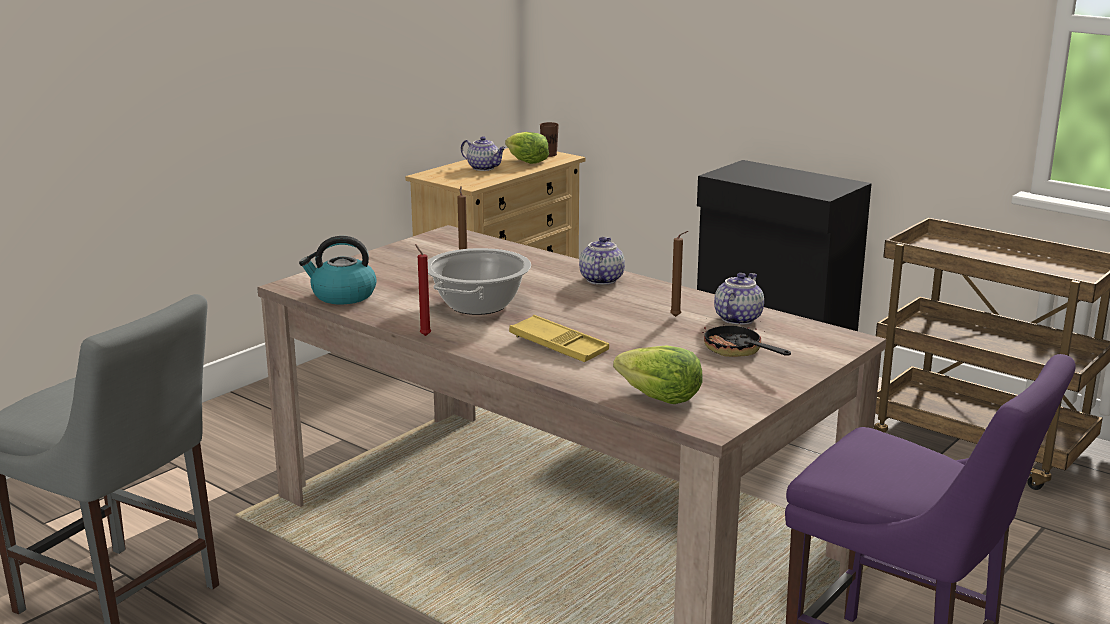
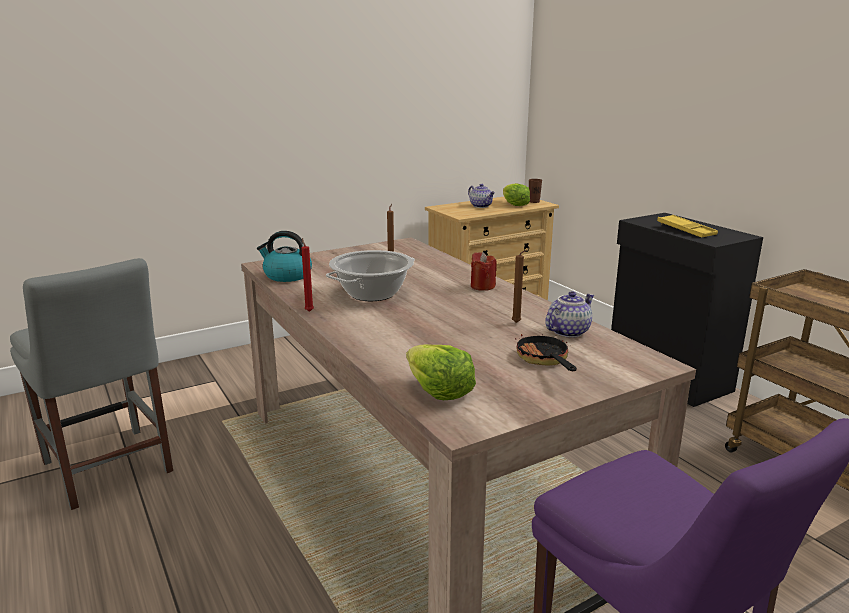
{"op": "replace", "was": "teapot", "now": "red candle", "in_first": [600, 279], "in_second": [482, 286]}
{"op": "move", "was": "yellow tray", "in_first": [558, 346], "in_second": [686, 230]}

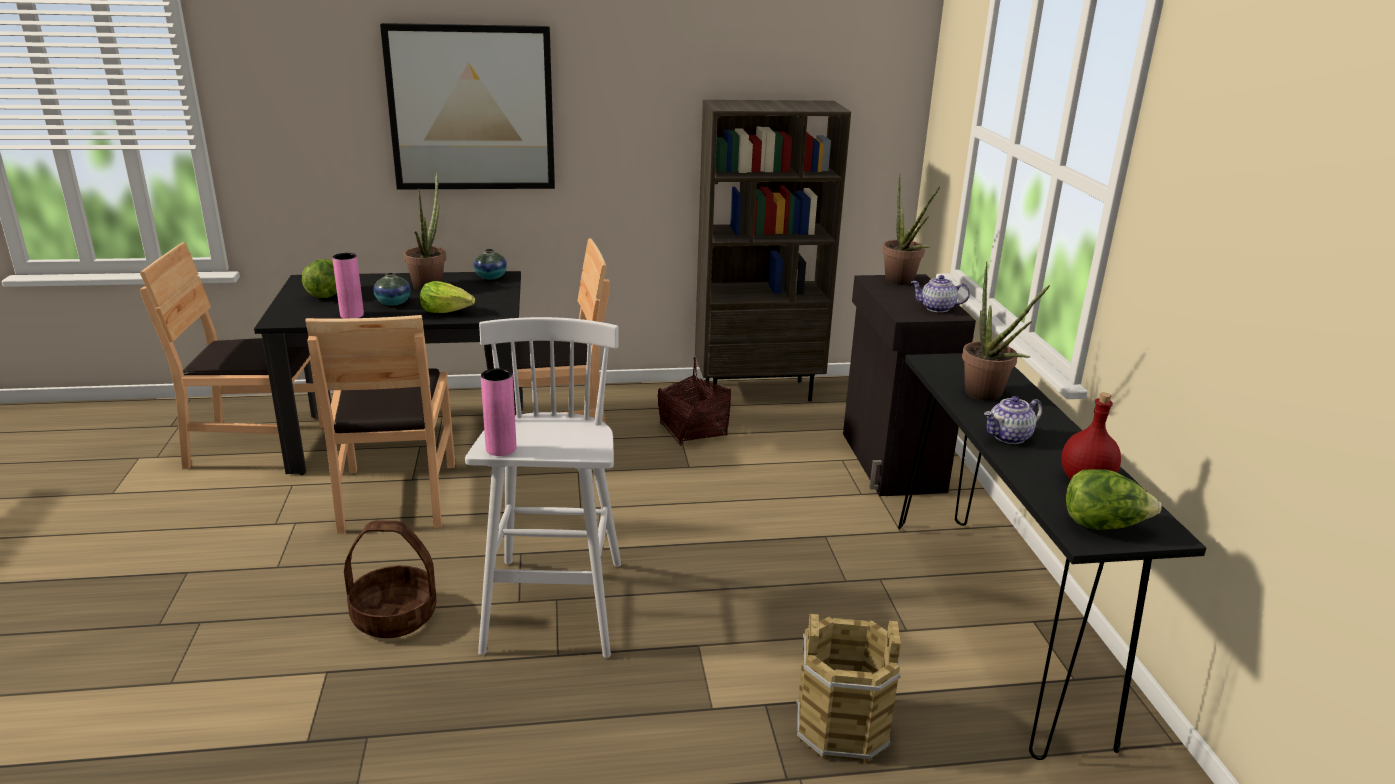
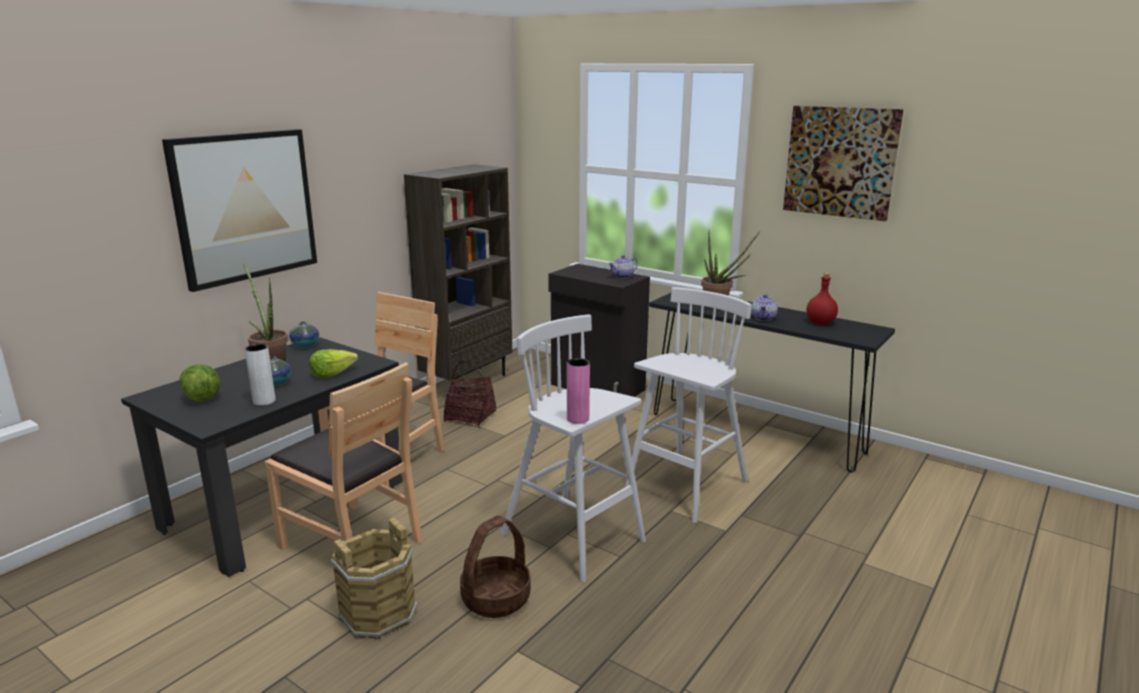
{"op": "recolor", "was": "pink vase", "now": "white vase", "in_first": [352, 315], "in_second": [264, 401]}
{"op": "move", "was": "brown bucket", "in_first": [842, 728], "in_second": [378, 614]}
{"op": "insert", "now": "white stool", "in_second": [685, 488]}
{"op": "insert", "now": "picture", "in_second": [840, 162]}
{"op": "delete", "was": "brown chair", "in_first": [259, 447]}
{"op": "delete", "was": "potted plant", "in_first": [902, 282]}
{"op": "delete", "was": "lettuce", "in_first": [1103, 525]}

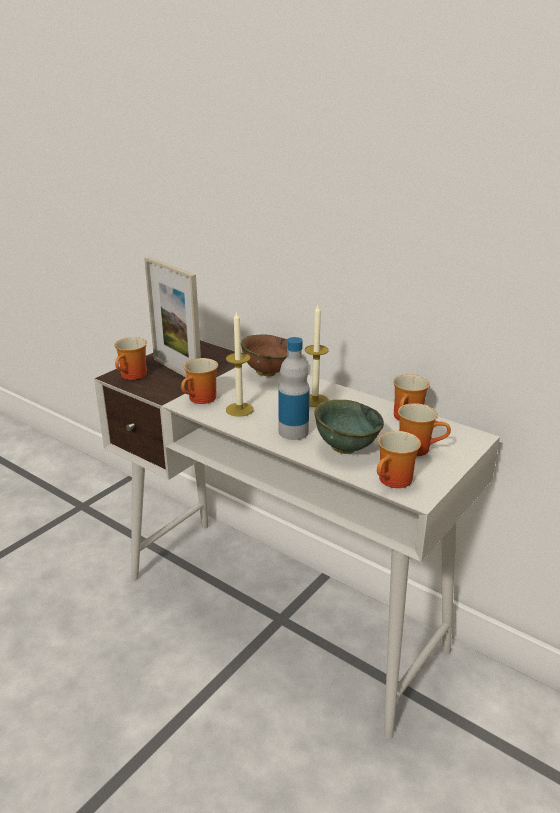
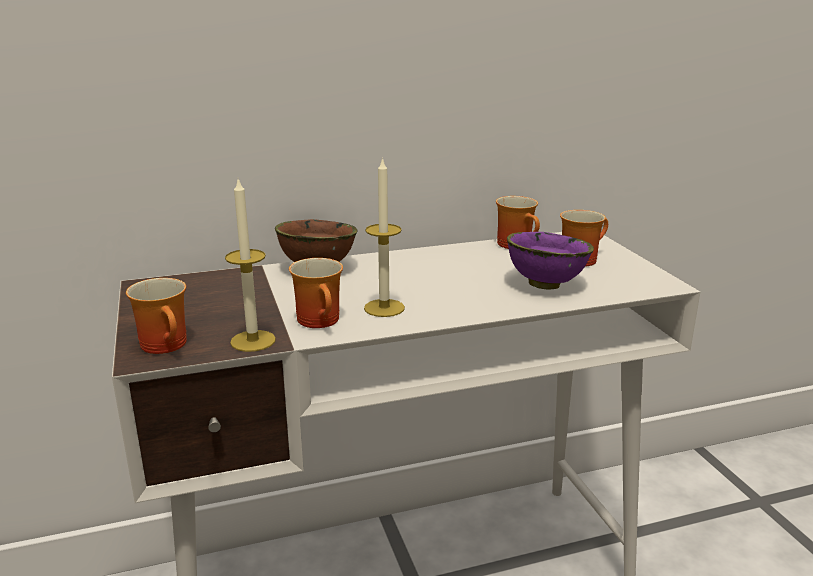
{"op": "move", "was": "candle", "in_first": [315, 400], "in_second": [253, 341]}
{"op": "recolor", "was": "green bowl", "now": "purple bowl", "in_first": [345, 447], "in_second": [544, 285]}
{"op": "delete", "was": "picture frame", "in_first": [177, 370]}
{"op": "delete", "was": "bottle", "in_first": [293, 432]}
{"op": "delete", "was": "mug", "in_first": [395, 482]}

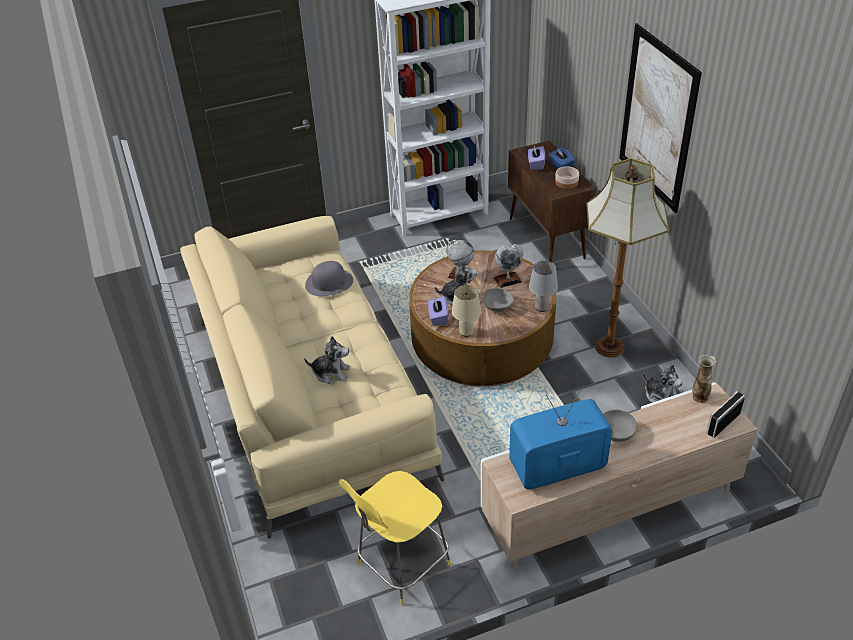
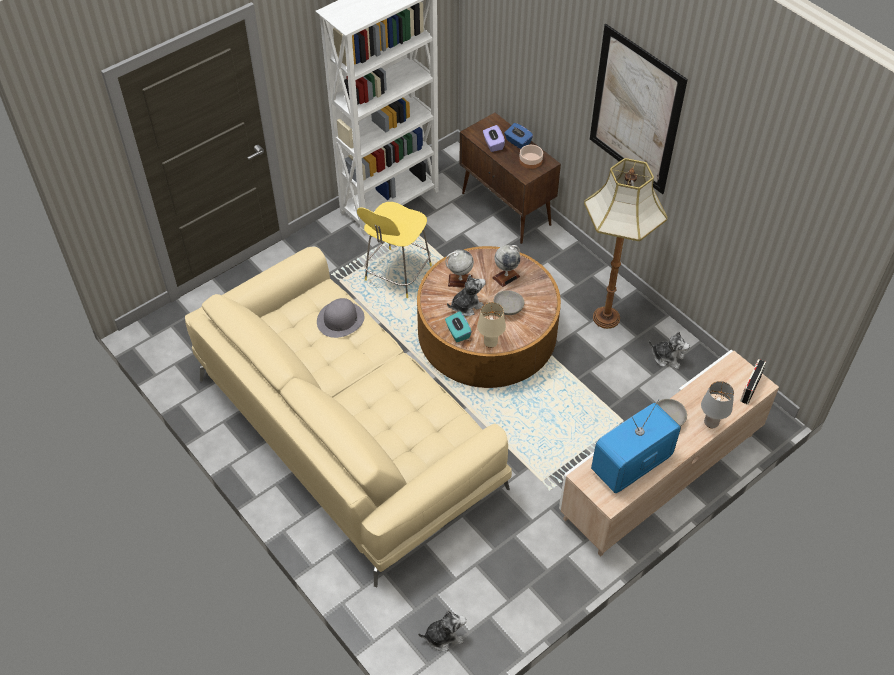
{"op": "move", "was": "yellow stool", "in_first": [401, 566], "in_second": [397, 275]}
{"op": "move", "was": "plush toy", "in_first": [331, 373], "in_second": [443, 636]}
{"op": "recolor", "was": "purple tissue box", "now": "turquoise tissue box", "in_first": [438, 317], "in_second": [457, 333]}
{"op": "move", "was": "grey table lamp", "in_first": [541, 307], "in_second": [710, 423]}
{"op": "delete", "was": "vase", "in_first": [699, 397]}

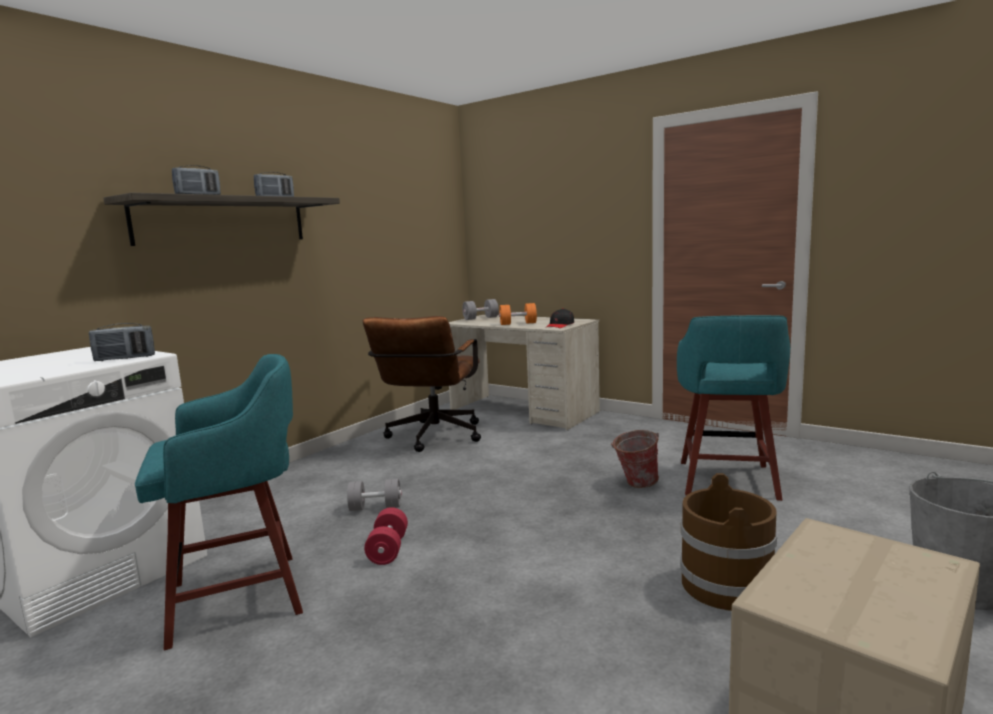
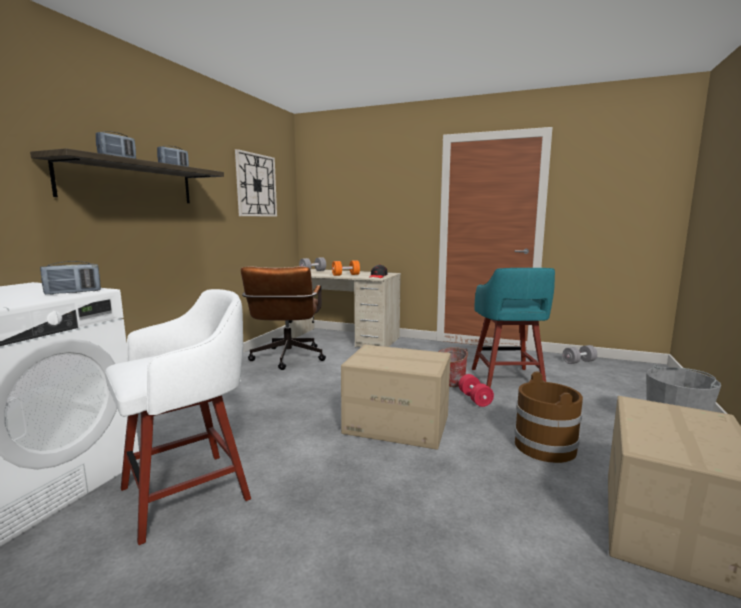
{"op": "recolor", "was": "turquoise stool", "now": "white stool", "in_first": [242, 597], "in_second": [190, 492]}
{"op": "insert", "now": "wall clock", "in_second": [256, 185]}
{"op": "insert", "now": "cardboard box", "in_second": [397, 424]}
{"op": "move", "was": "red dumbbell", "in_first": [388, 550], "in_second": [475, 399]}
{"op": "move", "was": "grey dumbbell", "in_first": [375, 507], "in_second": [579, 362]}

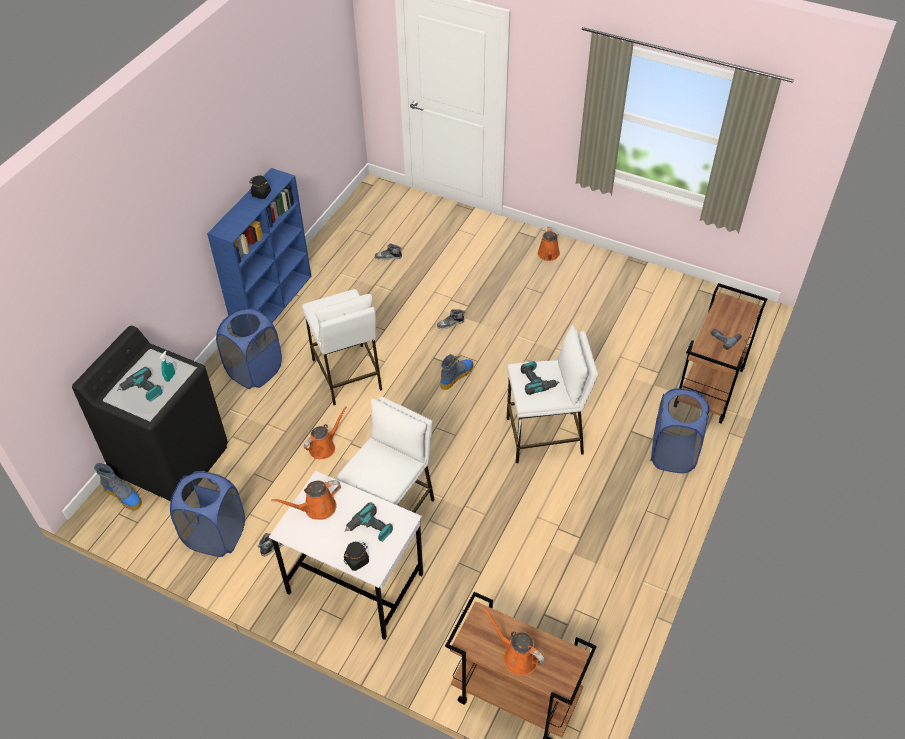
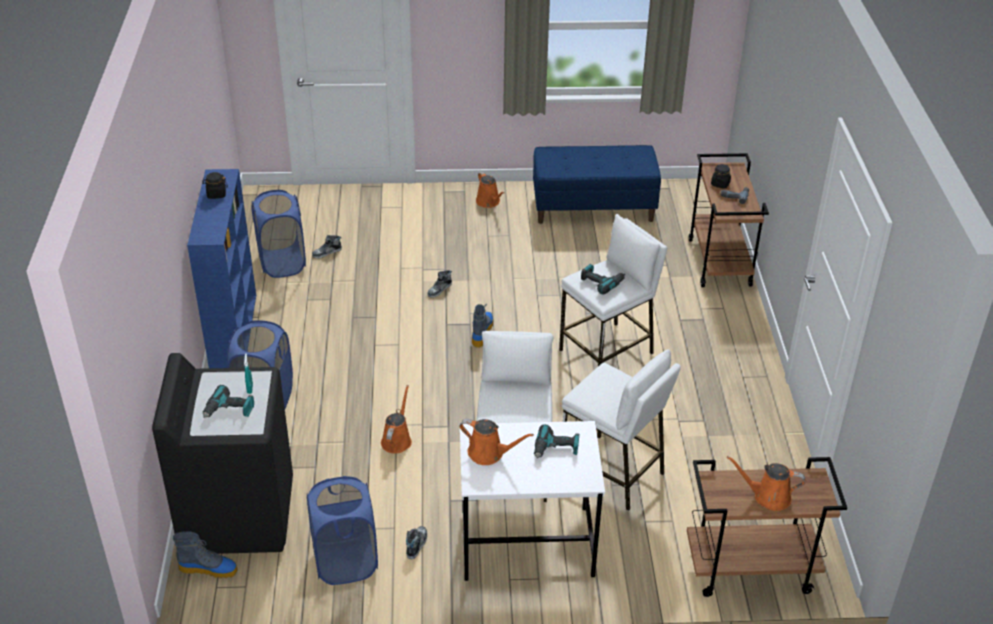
{"op": "move", "was": "blue laundry basket", "in_first": [673, 453], "in_second": [282, 263]}
{"op": "rotate", "was": "orange watering can", "in_first": [316, 508], "in_second": [489, 453], "clockwise": -105}
{"op": "insert", "now": "blue bench", "in_second": [594, 208]}
{"op": "move", "was": "white stool", "in_first": [347, 375], "in_second": [612, 473]}
{"op": "move", "was": "black jar", "in_first": [357, 560], "in_second": [720, 184]}

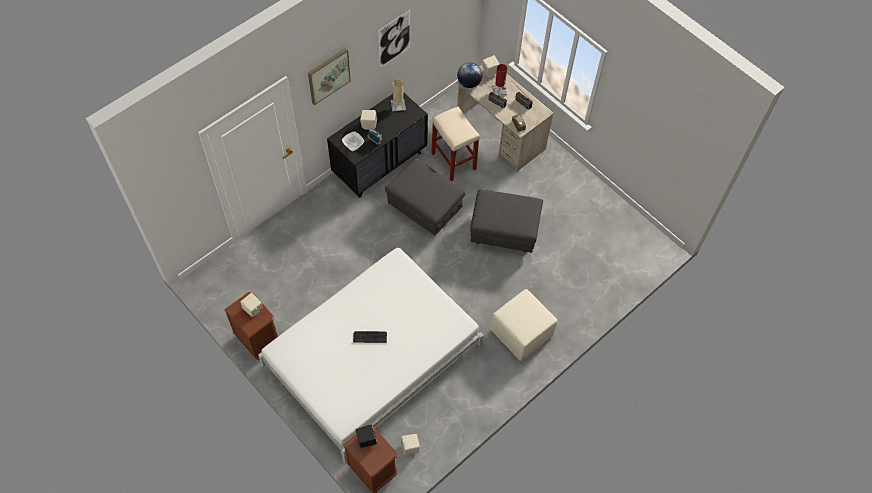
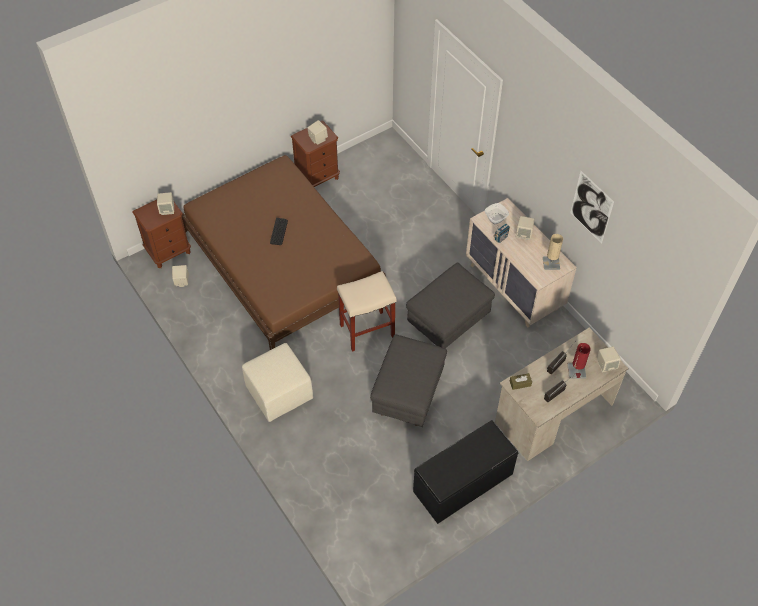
{"op": "recolor", "was": "black speaker", "now": "beige speaker", "in_first": [366, 440], "in_second": [167, 210]}
{"op": "recolor", "was": "white bed", "now": "brown bed", "in_first": [372, 355], "in_second": [282, 261]}
{"op": "move", "was": "beige stool", "in_first": [453, 161], "in_second": [367, 330]}
{"op": "insert", "now": "black bench", "in_second": [463, 483]}
{"op": "recolor", "was": "black dresser", "now": "beige dresser", "in_first": [380, 164], "in_second": [514, 287]}
{"op": "delete", "was": "picture", "in_first": [328, 76]}
{"op": "delete", "was": "globe", "in_first": [469, 83]}

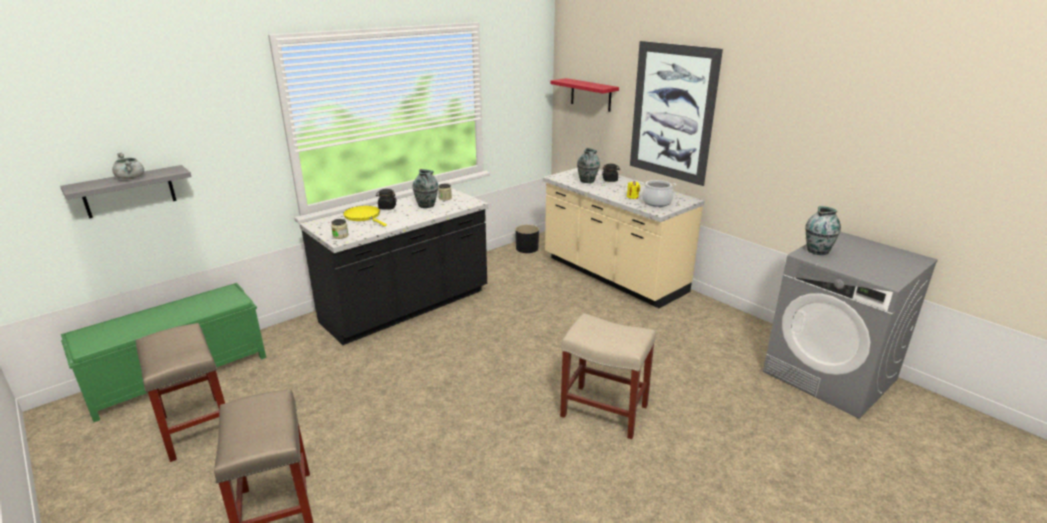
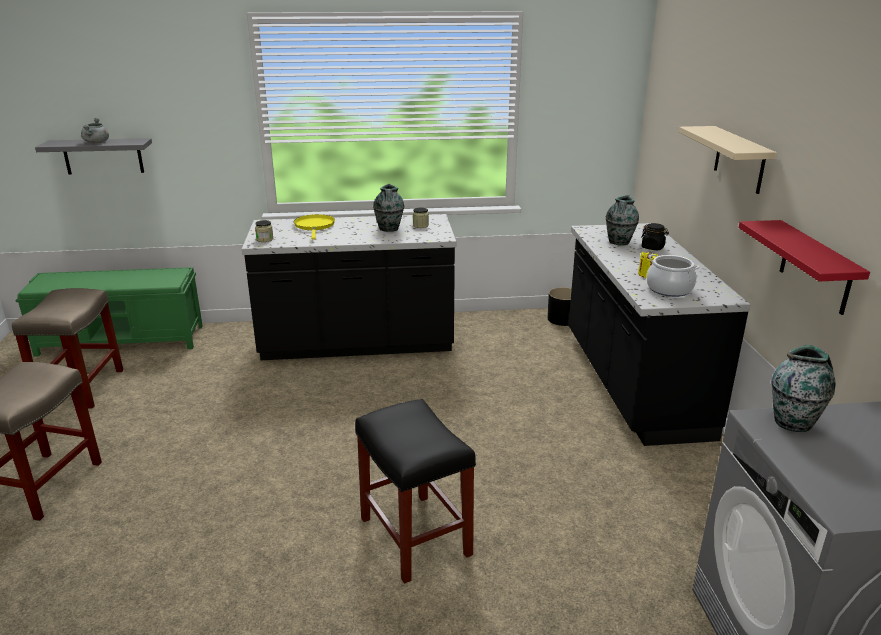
{"op": "recolor", "was": "beige stool", "now": "black stool", "in_first": [603, 411], "in_second": [414, 535]}
{"op": "recolor", "was": "beige counter", "now": "black counter", "in_first": [612, 275], "in_second": [632, 383]}
{"op": "replace", "was": "picture", "now": "beige shelf", "in_first": [672, 112], "in_second": [739, 159]}
{"op": "move", "was": "red shelf", "in_first": [591, 95], "in_second": [815, 267]}
{"op": "delete", "was": "black jar", "in_first": [387, 207]}

